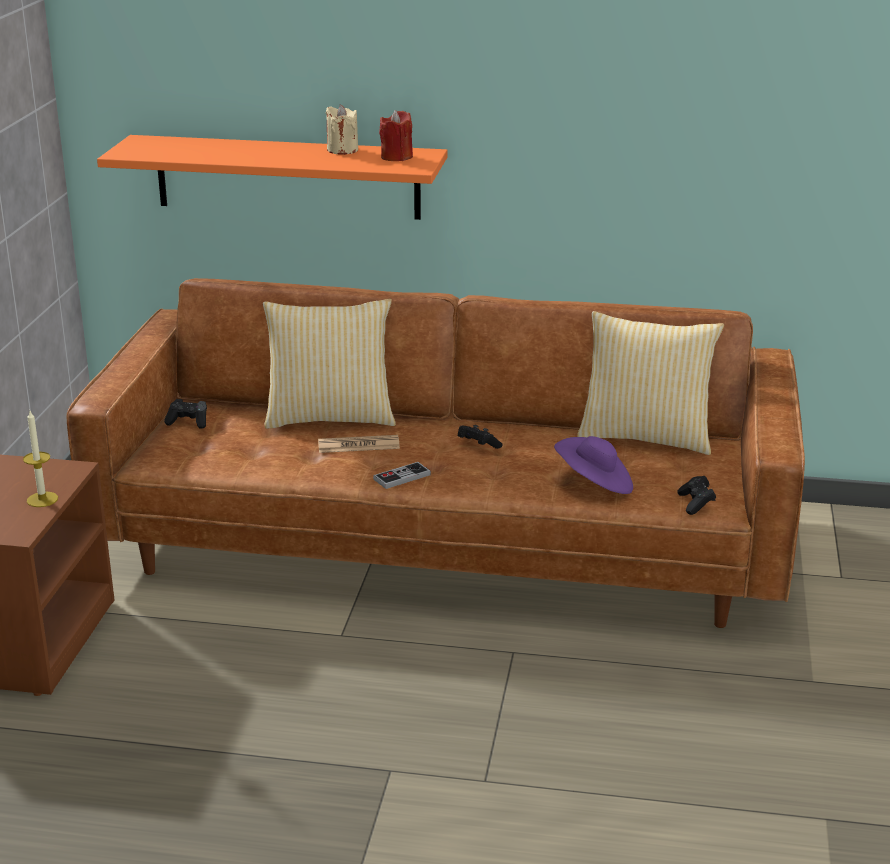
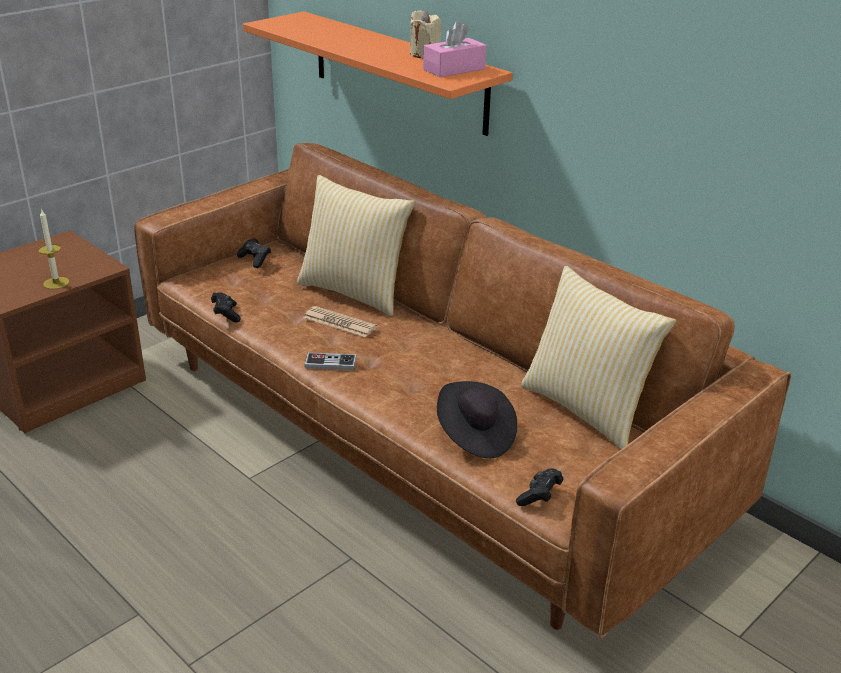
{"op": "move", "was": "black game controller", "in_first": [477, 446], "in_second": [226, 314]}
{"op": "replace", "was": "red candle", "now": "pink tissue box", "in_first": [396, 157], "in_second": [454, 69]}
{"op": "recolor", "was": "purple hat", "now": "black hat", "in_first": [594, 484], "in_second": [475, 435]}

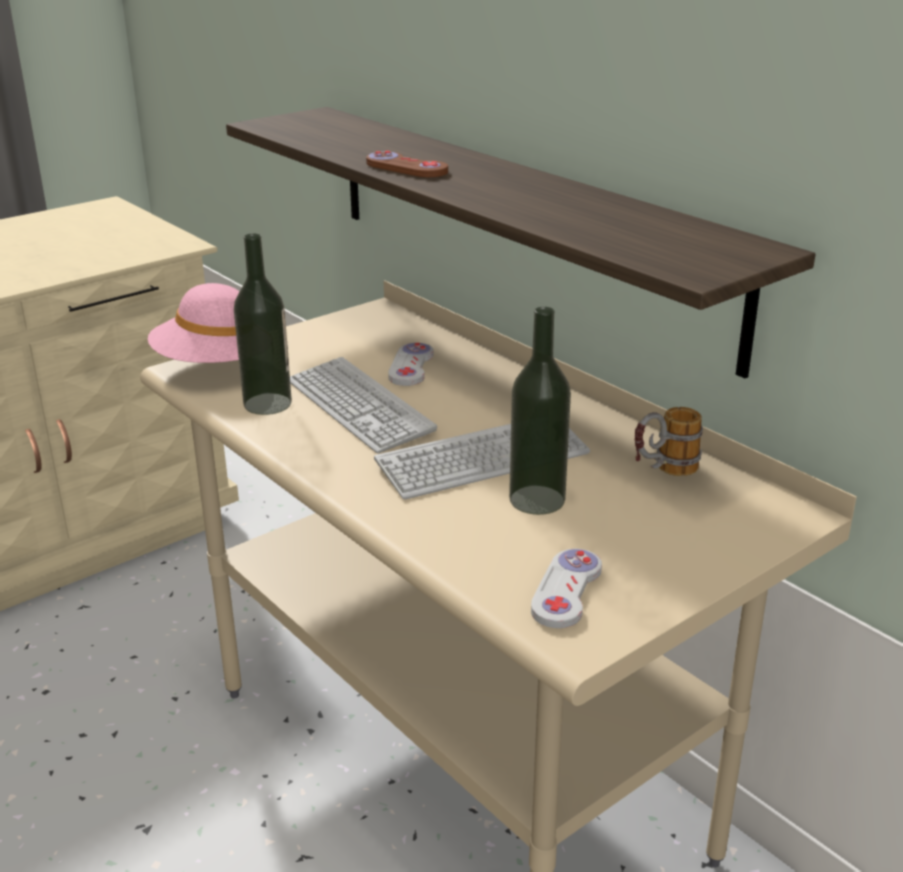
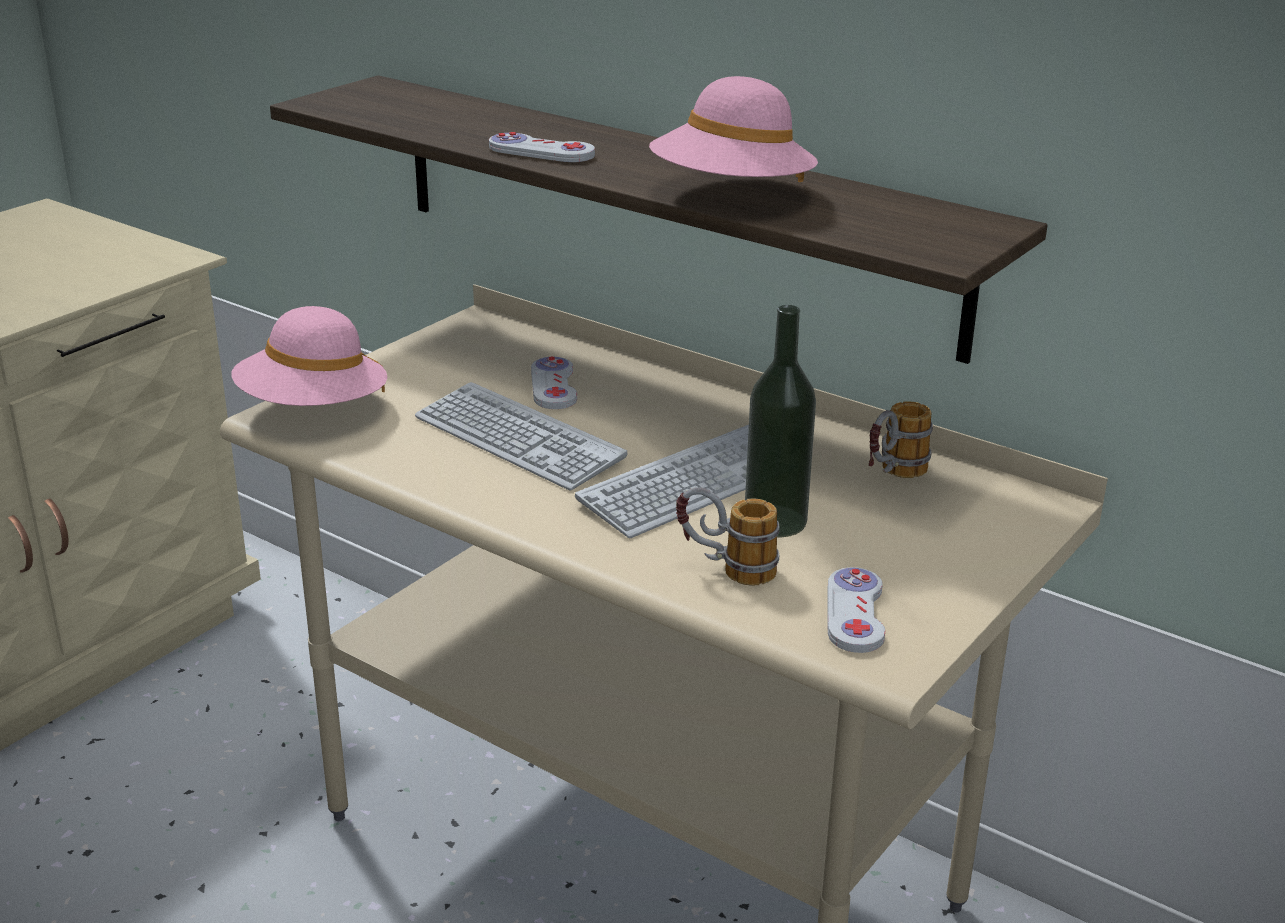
{"op": "recolor", "was": "brown game controller", "now": "white game controller", "in_first": [406, 168], "in_second": [541, 151]}
{"op": "insert", "now": "pink hat", "in_second": [731, 195]}
{"op": "insert", "now": "mug", "in_second": [726, 569]}
{"op": "delete", "was": "bottle", "in_first": [267, 404]}

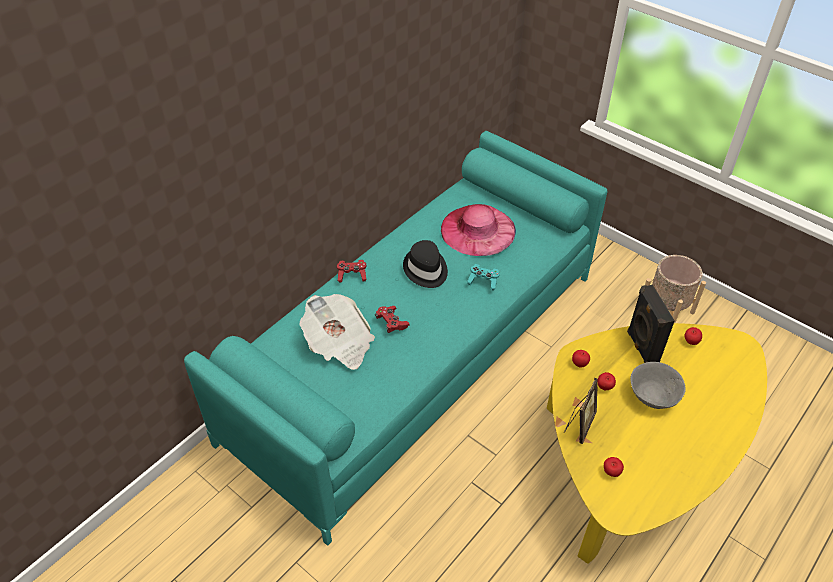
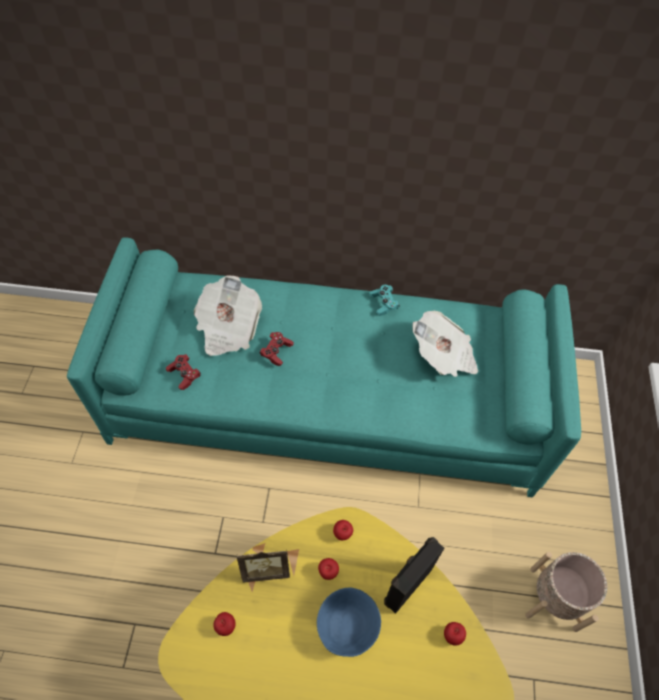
{"op": "move", "was": "red game controller", "in_first": [352, 275], "in_second": [184, 375]}
{"op": "recolor", "was": "grey bowl", "now": "blue bowl", "in_first": [652, 396], "in_second": [347, 625]}
{"op": "move", "was": "turquoise game controller", "in_first": [483, 281], "in_second": [383, 303]}
{"op": "replace", "was": "pink hat", "now": "newspaper", "in_first": [478, 230], "in_second": [443, 356]}
{"op": "delete", "was": "black hat", "in_first": [425, 270]}

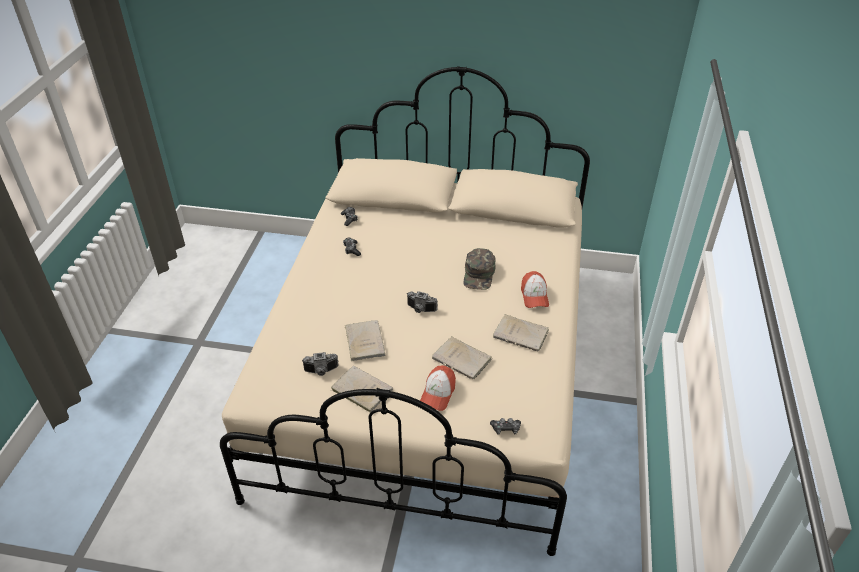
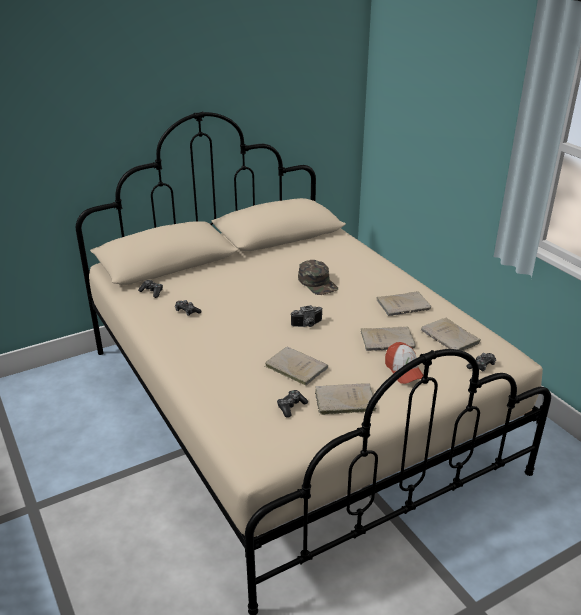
{"op": "replace", "was": "photo camera", "now": "game controller", "in_first": [321, 371], "in_second": [291, 407]}
{"op": "insert", "now": "beige book", "in_second": [451, 338]}
{"op": "delete", "was": "cap", "in_first": [534, 296]}

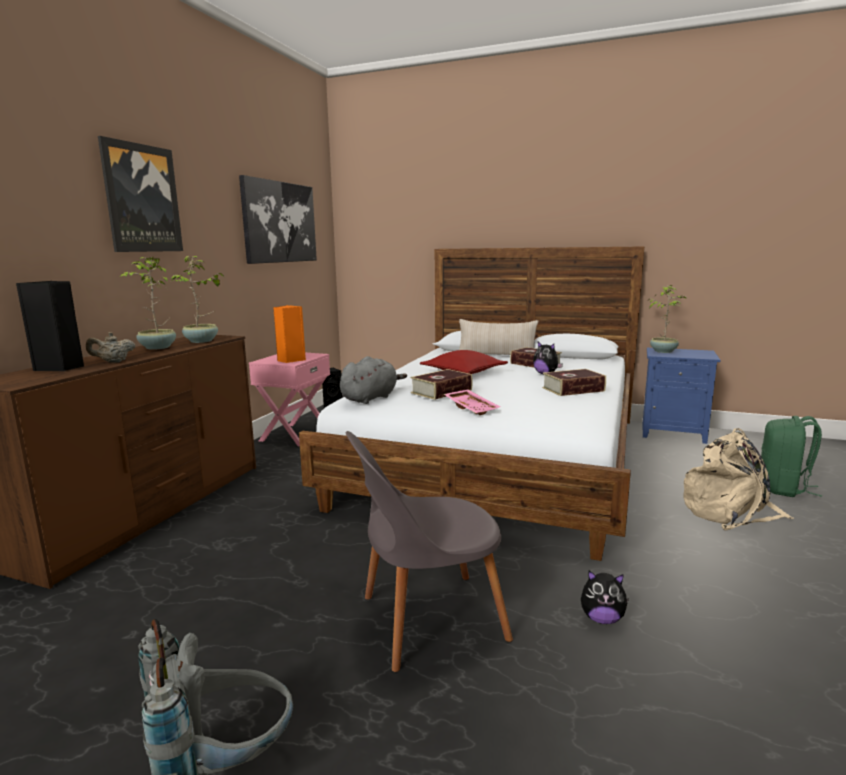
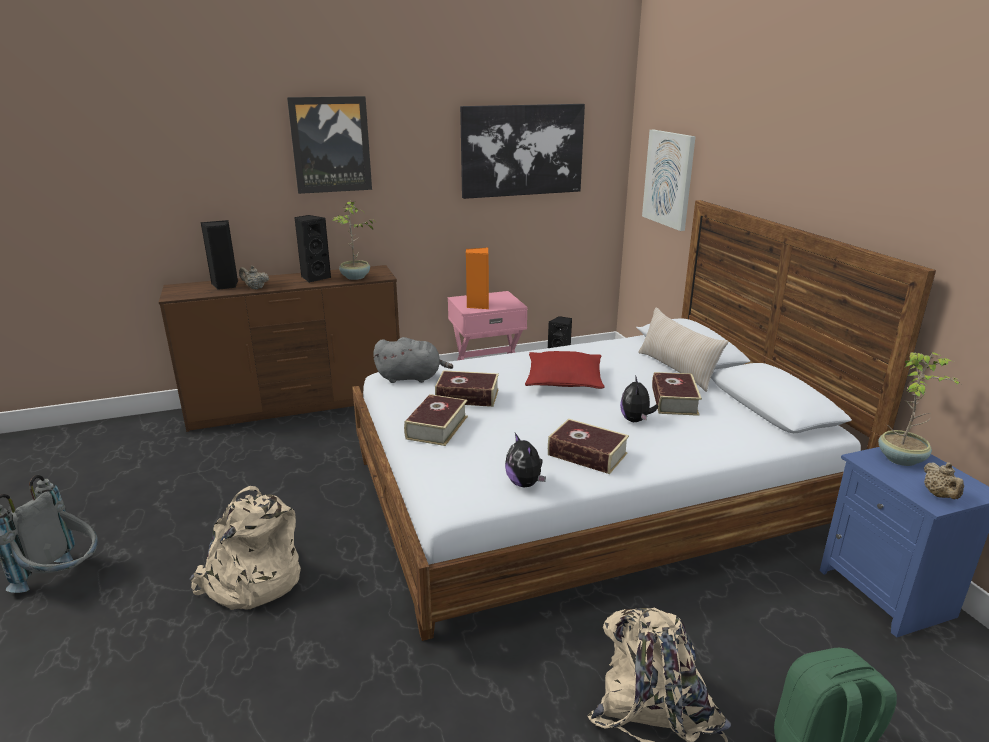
{"op": "replace", "was": "grey chair", "now": "beige backpack", "in_first": [426, 619], "in_second": [251, 581]}
{"op": "replace", "was": "potted plant", "now": "black speaker", "in_first": [157, 348], "in_second": [314, 277]}
{"op": "replace", "was": "pink tray", "now": "book", "in_first": [472, 408], "in_second": [437, 427]}
{"op": "move", "was": "plush toy", "in_first": [602, 619], "in_second": [525, 483]}
{"op": "insert", "now": "picture", "in_second": [669, 179]}
{"op": "insert", "now": "beige teapot", "in_second": [939, 495]}

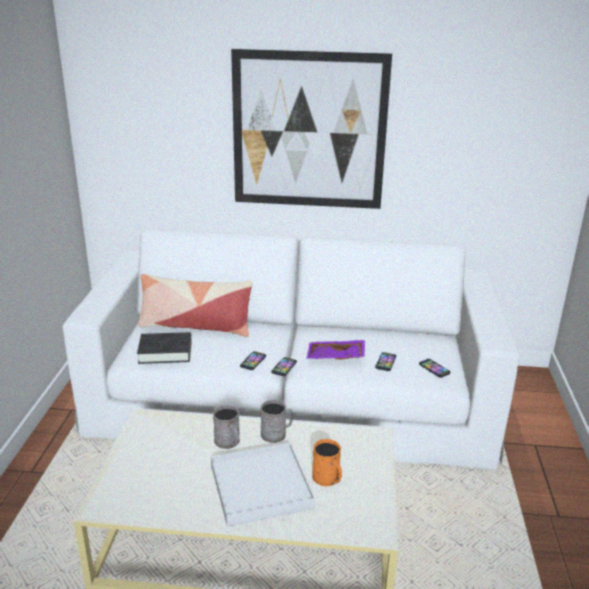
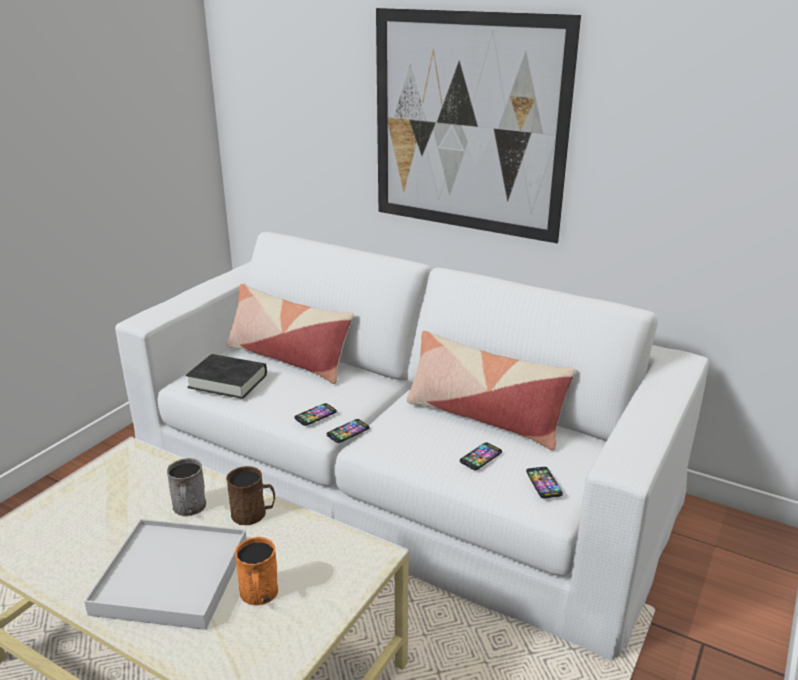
{"op": "recolor", "was": "grey mug", "now": "brown mug", "in_first": [277, 433], "in_second": [253, 514]}
{"op": "insert", "now": "pillow", "in_second": [483, 416]}
{"op": "delete", "was": "purple tray", "in_first": [335, 357]}

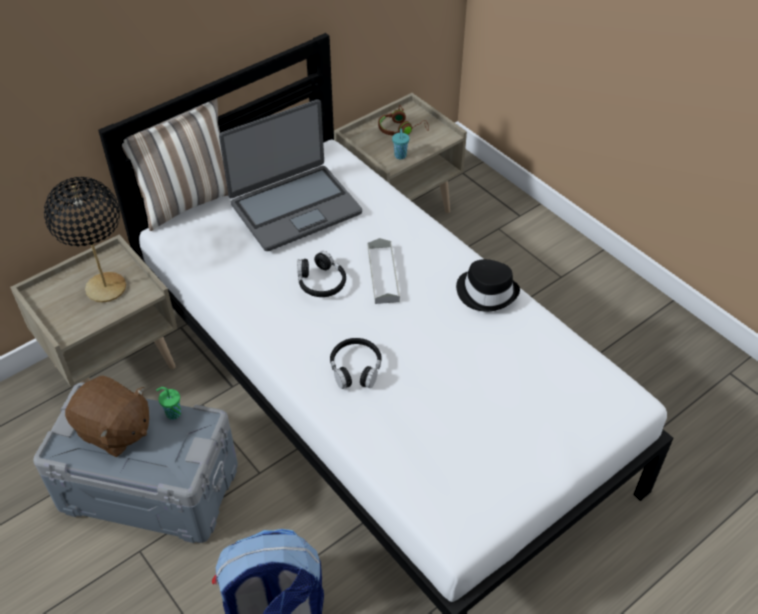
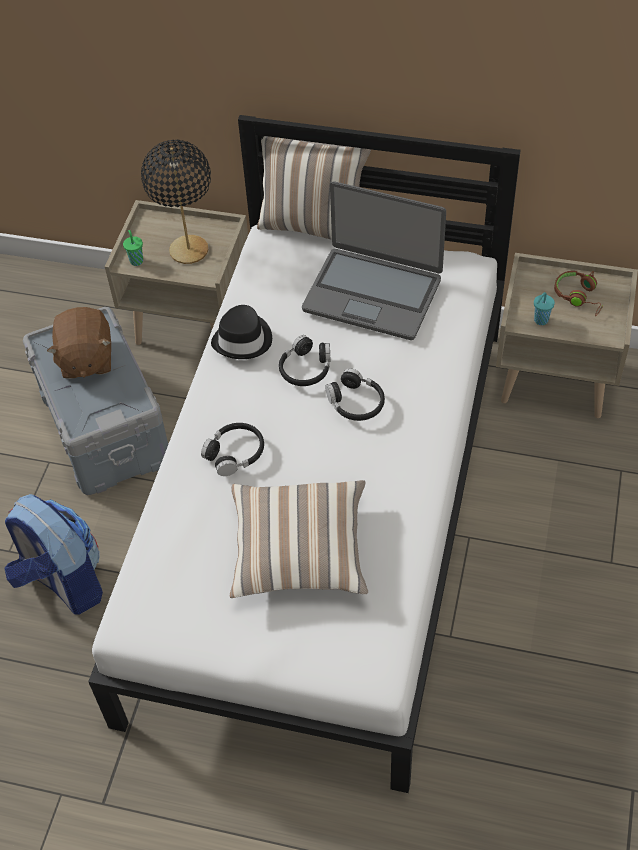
{"op": "move", "was": "green cup", "in_first": [172, 413], "in_second": [136, 260]}
{"op": "move", "was": "black hat", "in_first": [487, 292], "in_second": [243, 340]}
{"op": "insert", "now": "pillow", "in_second": [299, 552]}
{"op": "replace", "was": "grey tray", "now": "black headphones", "in_first": [383, 274], "in_second": [355, 402]}

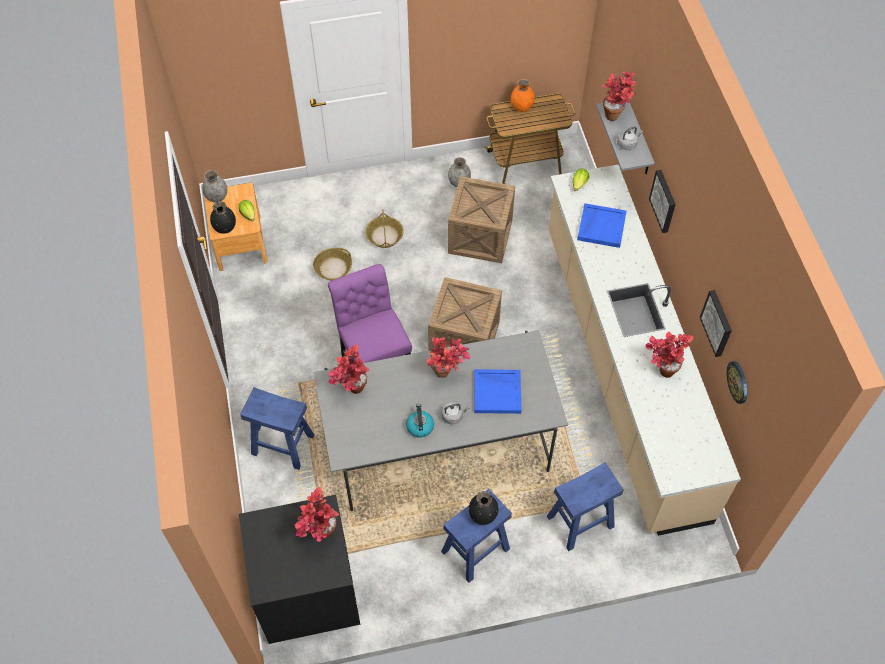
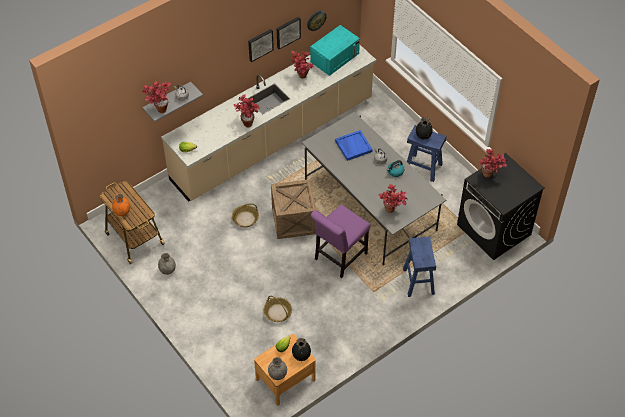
{"op": "move", "was": "basket", "in_first": [385, 236], "in_second": [245, 218]}
{"op": "move", "was": "potted plant", "in_first": [447, 373], "in_second": [247, 122]}
{"op": "move", "was": "picture", "in_first": [664, 201], "in_second": [260, 44]}
{"op": "insert", "now": "turquoise microwave", "in_second": [335, 57]}
{"op": "delete", "was": "crate", "in_first": [480, 236]}
{"op": "delete", "was": "blue stool", "in_first": [580, 521]}
{"op": "delete", "was": "blue tray", "in_first": [601, 226]}

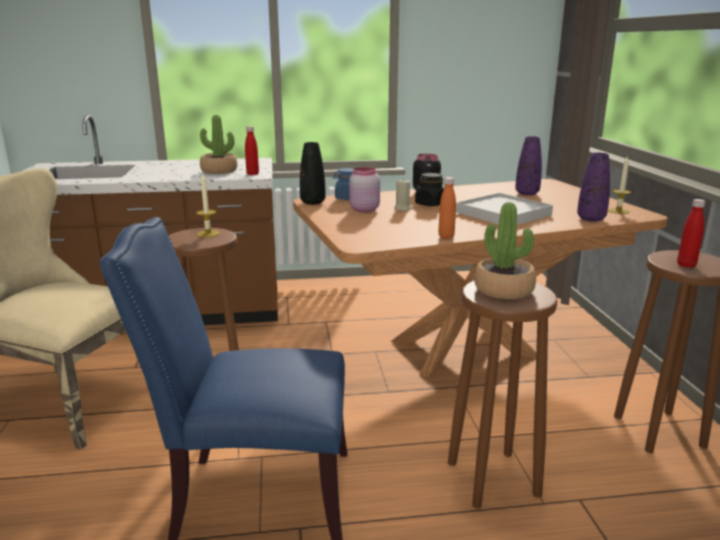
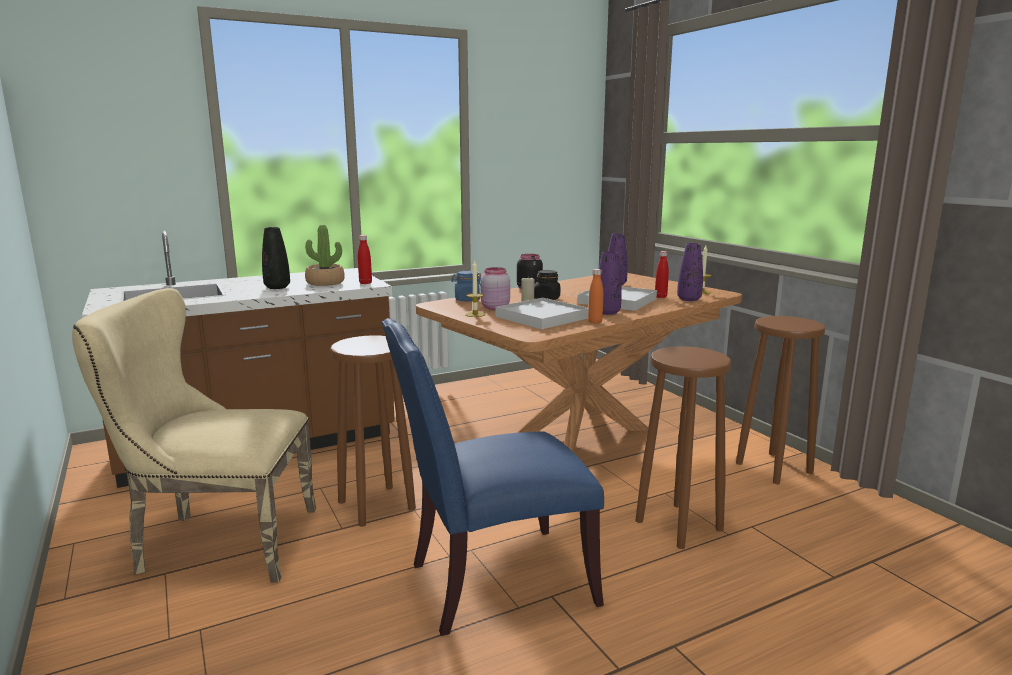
{"op": "move", "was": "black vase", "in_first": [312, 202], "in_second": [277, 287]}
{"op": "move", "was": "candle", "in_first": [208, 234], "in_second": [475, 314]}
{"op": "insert", "now": "white tray", "in_second": [542, 317]}
{"op": "insert", "now": "purple vase", "in_second": [607, 312]}
{"op": "move", "was": "red bottle", "in_first": [686, 265], "in_second": [660, 297]}
{"op": "delete", "was": "potted plant", "in_first": [504, 290]}

